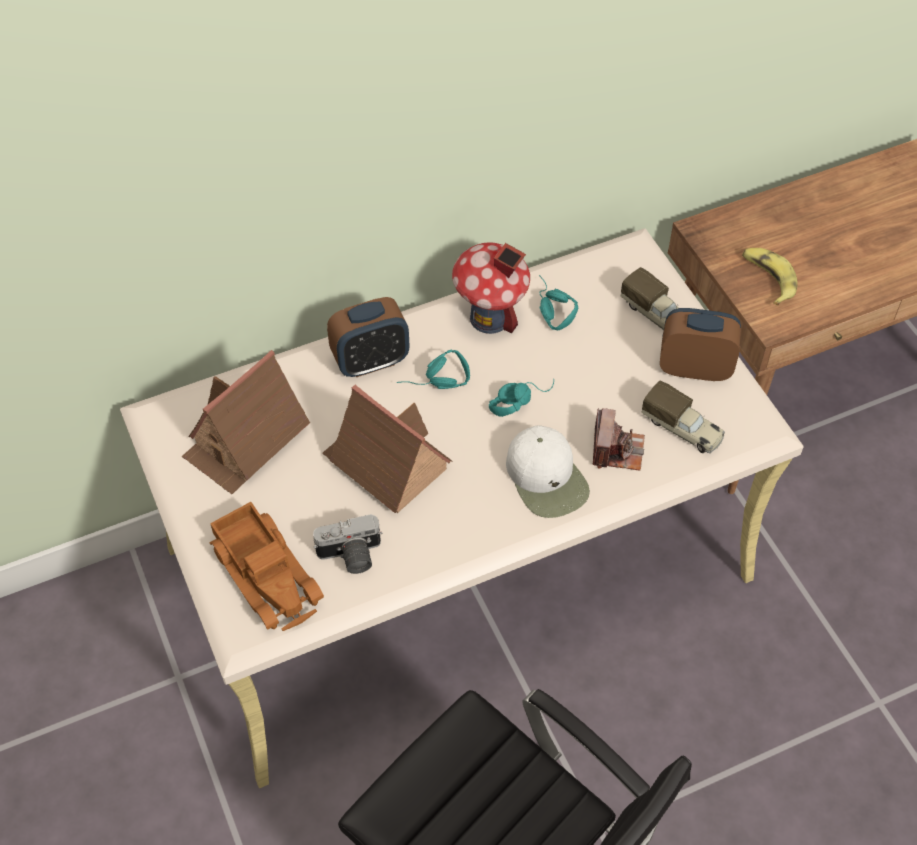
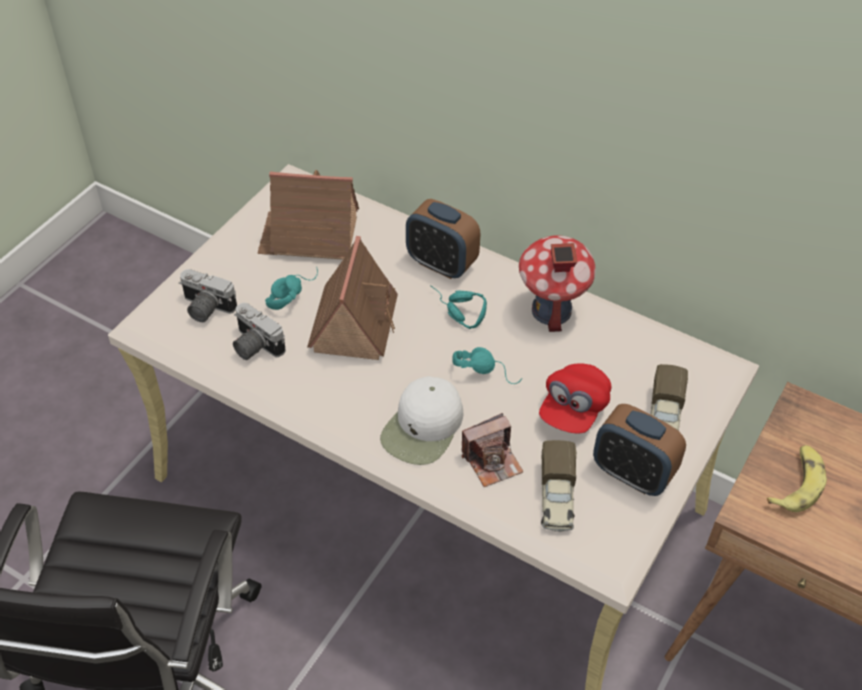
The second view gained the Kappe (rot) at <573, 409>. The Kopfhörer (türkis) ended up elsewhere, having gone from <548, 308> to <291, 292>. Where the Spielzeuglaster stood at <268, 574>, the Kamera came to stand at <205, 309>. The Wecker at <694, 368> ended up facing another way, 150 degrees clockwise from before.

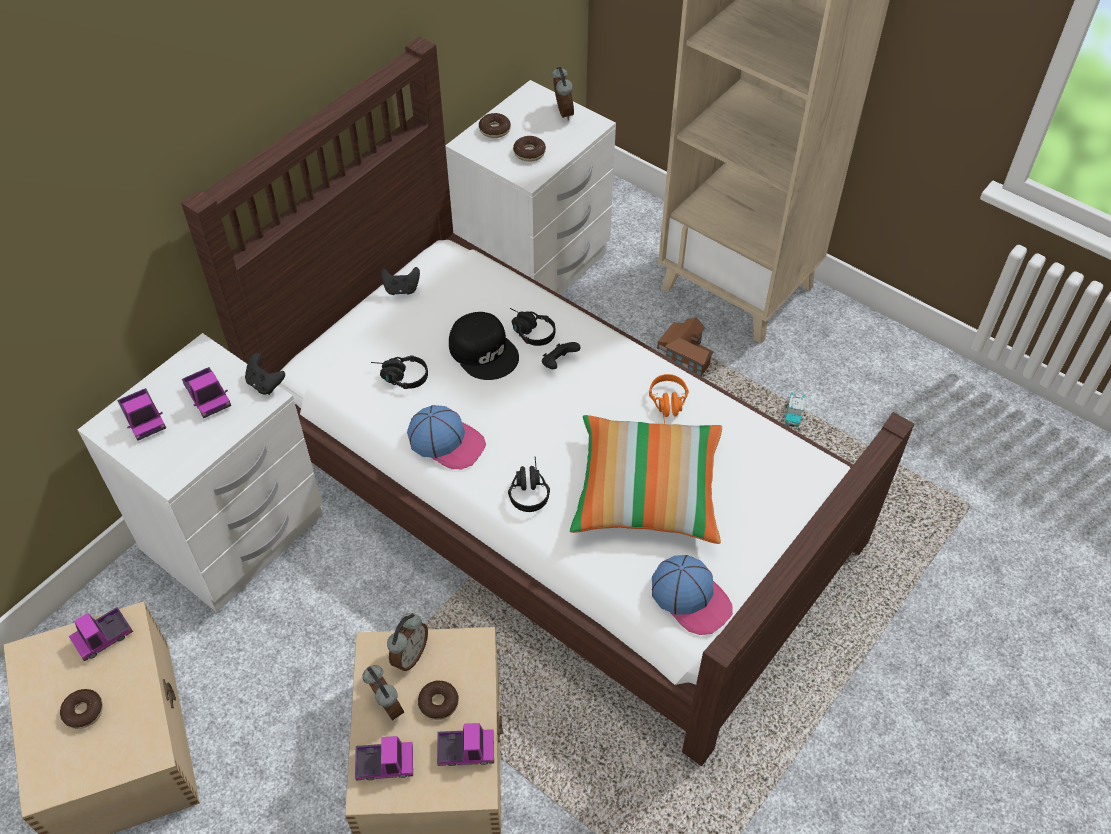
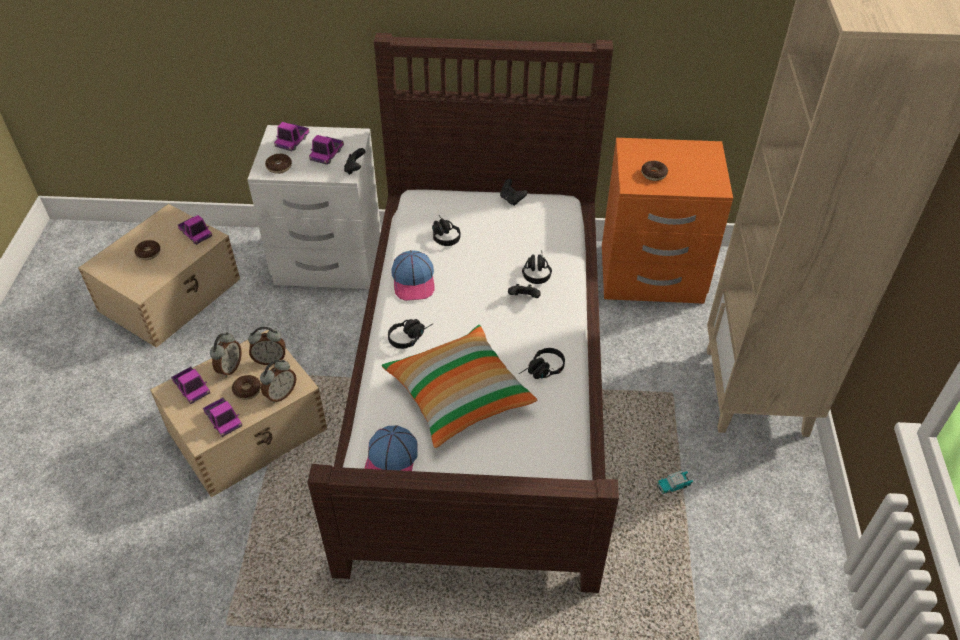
The second view lost the Kappe (schwarz) at <484, 351>. The second view lost the Spielzeughaus at <685, 353>. The Donut ended up elsewhere, having gone from <494, 130> to <279, 167>. The Wecker ended up elsewhere, having gone from <562, 113> to <280, 394>. What was the Nachttisch (weiß) at <534, 267> turned into the Nachttisch (orange) at <651, 275>. What was the Kopfhörer (orange) at <669, 406> turned into the Kopfhörer (schwarz) at <541, 371>. The Spielzeuglaster at <103, 637> ended up facing another way, 150 degrees counterclockwise from before.

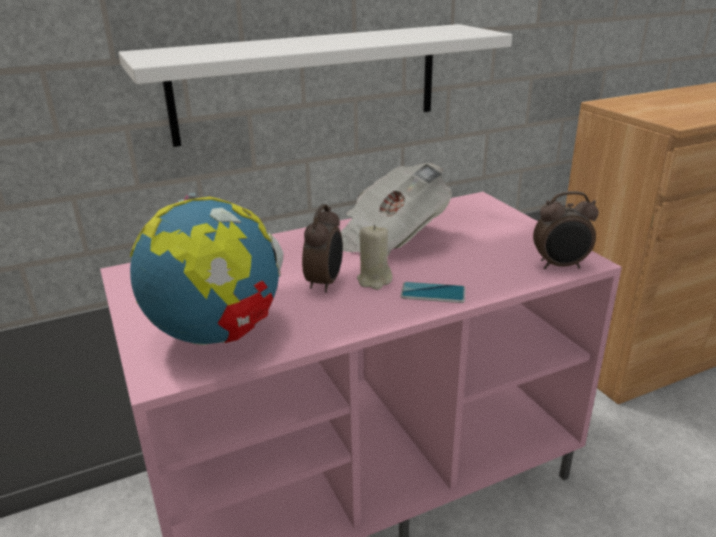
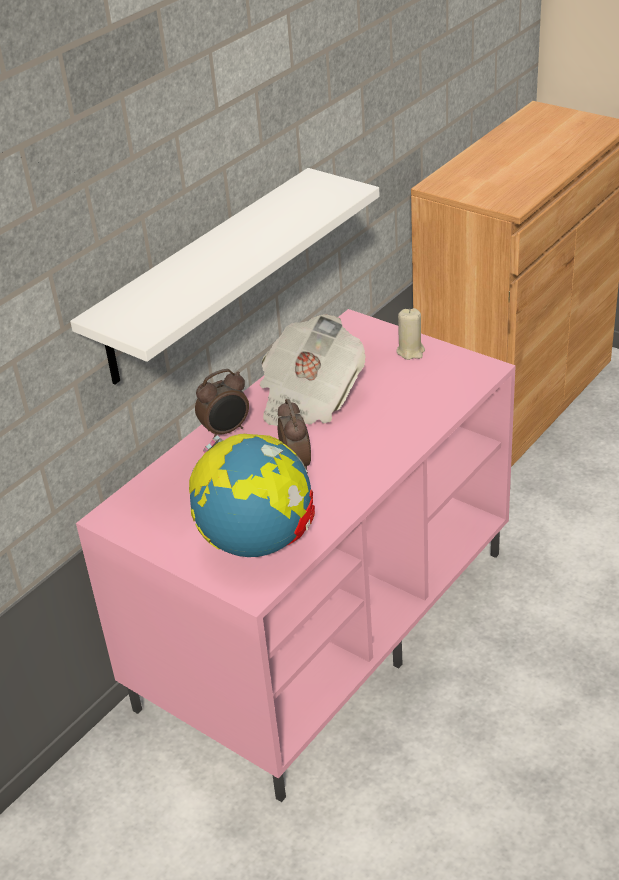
The second view lost the Handy at <433, 293>. The Kerze (beige) ended up elsewhere, having gone from <374, 280> to <410, 351>. The Wecker ended up elsewhere, having gone from <560, 266> to <226, 431>.

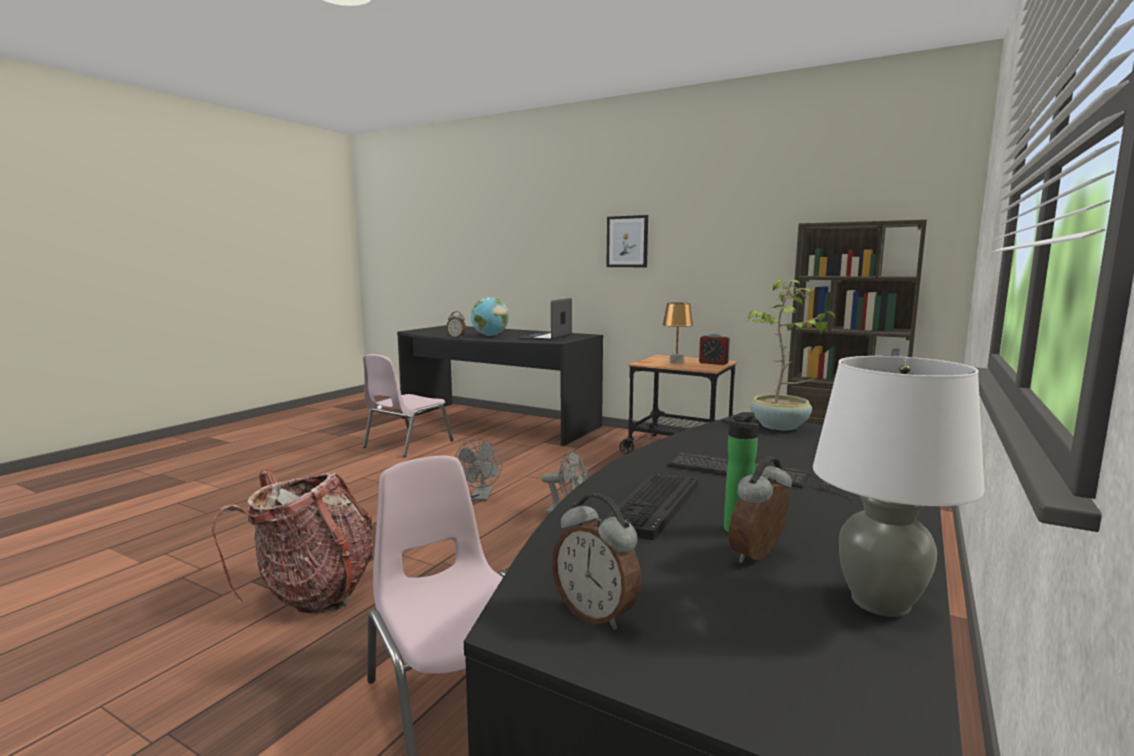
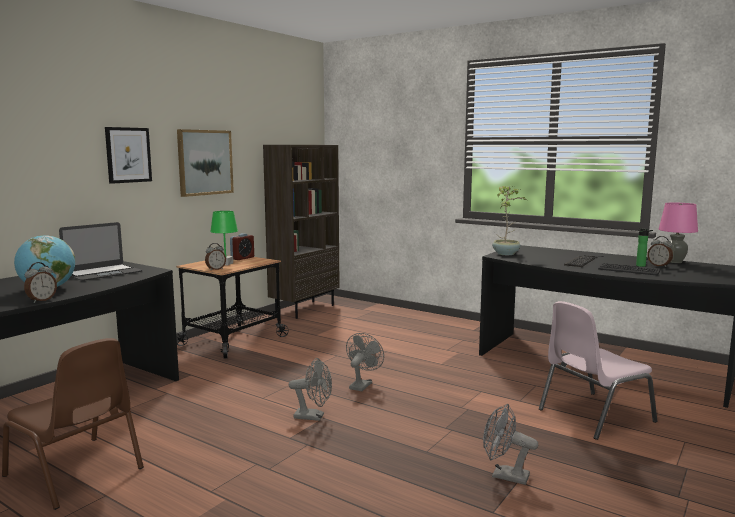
The second view gained the Bild at <204, 162>. The Wecker ended up elsewhere, having gone from <596, 614> to <215, 269>. Where the Rucksack stood at <313, 592>, the Ventilator (grau) came to stand at <504, 475>. What was the Stuhl (rosa) at <406, 444> turned into the Stuhl (braun) at <76, 472>. What was the Tischlampe (braun) at <676, 361> turned into the Tischlampe (grün) at <225, 264>. What was the Tischlampe (weiß) at <880, 603> turned into the Tischlampe (rosa) at <675, 262>. The Laptop at <545, 337> ended up facing another way, 75 degrees counterclockwise from before.

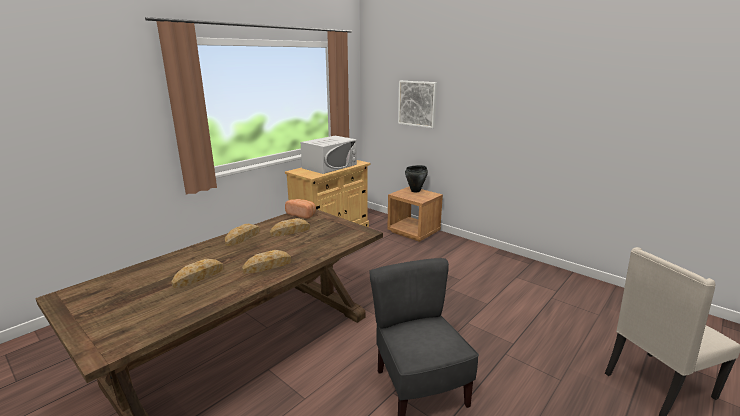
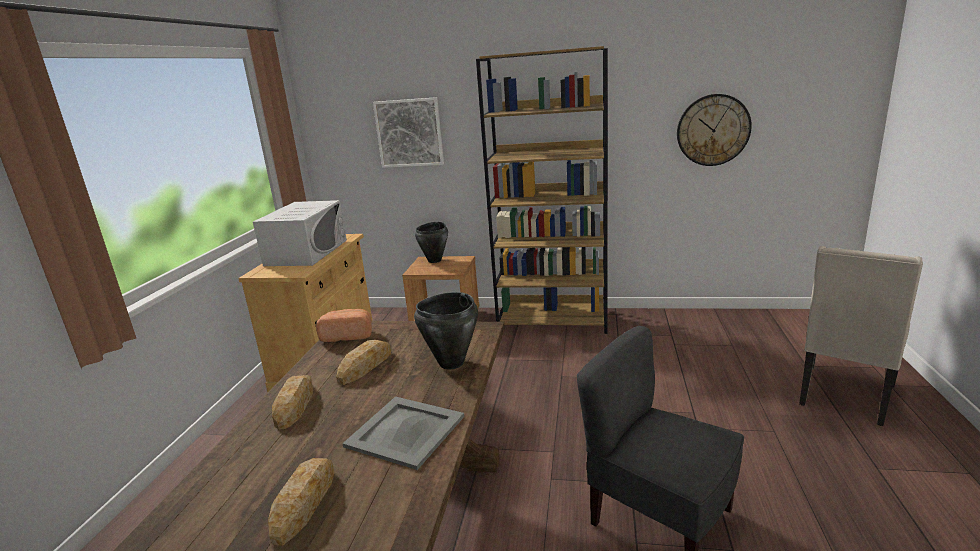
The second view gained the Kochtopf (schwarz) at <450, 363>. The second view gained the Bücherregal (braun) at <553, 320>. The second view gained the Wanduhr at <713, 130>. Where the Brot stood at <267, 266>, the Tablett (grau) came to stand at <405, 432>.

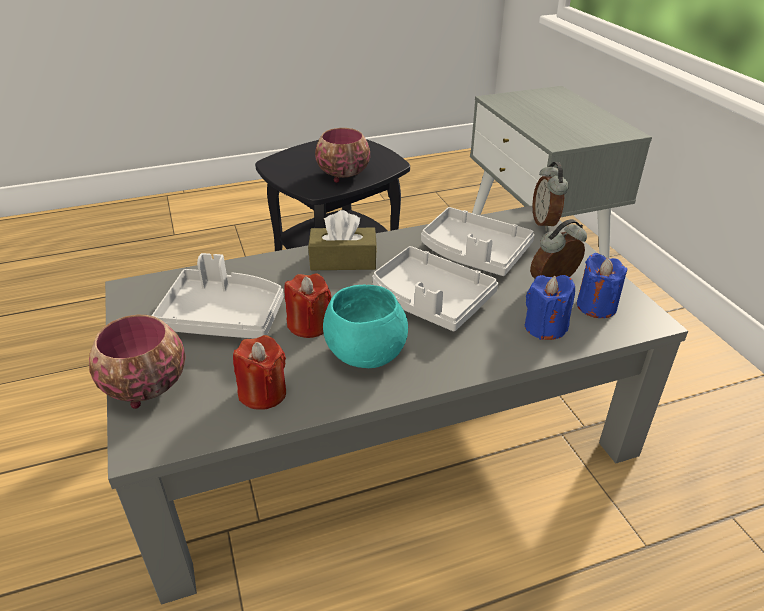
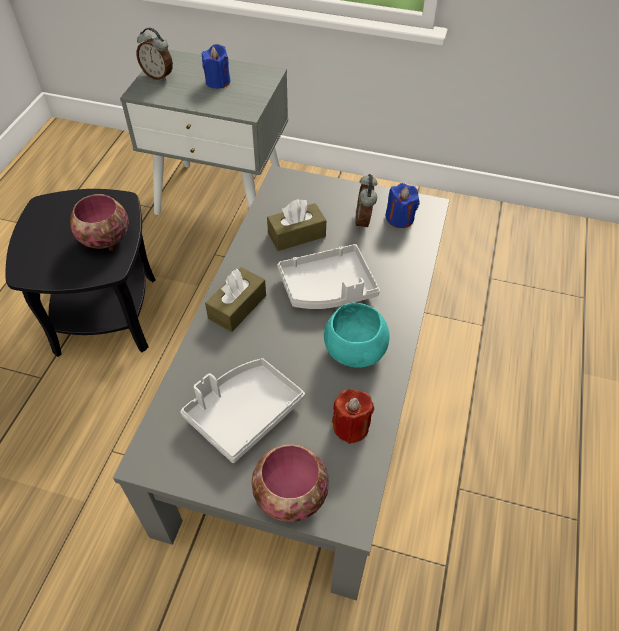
The second view lost the Kerze (rot) at <309, 325>. The Kerze (blau) ended up elsewhere, having gone from <545, 327> to <218, 82>. The Wecker ended up elsewhere, having gone from <545, 223> to <158, 76>. Where the Tablett (grau) stood at <474, 253>, the Taschentuchbox (braun) came to stand at <296, 235>.

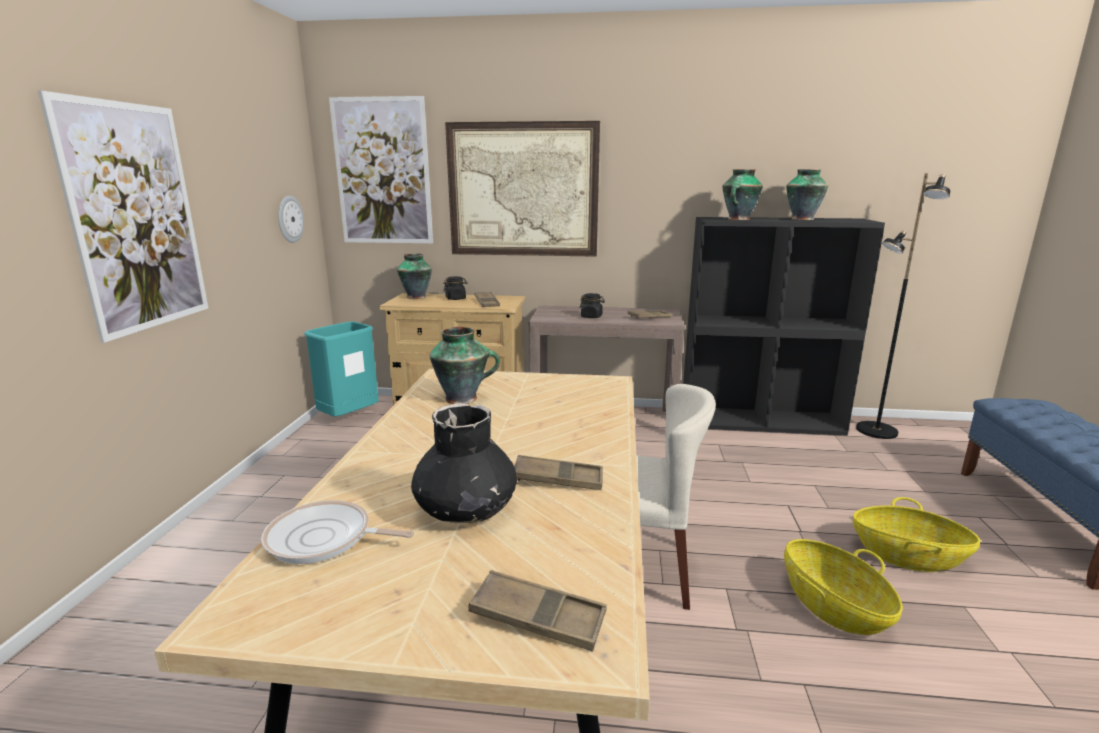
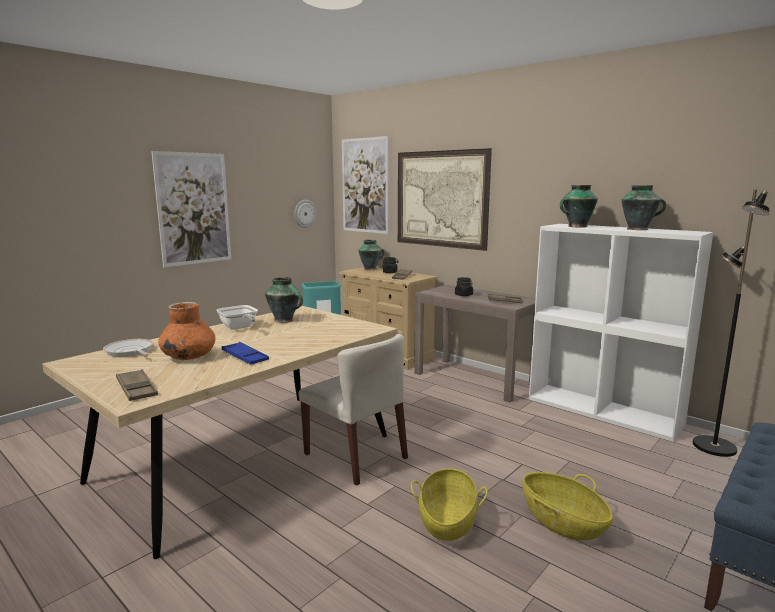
The second view gained the Pfanne at <239, 328>. What was the Vase (schwarz) at <465, 509> turned into the Vase (orange) at <188, 356>. What was the Tablett (braun) at <558, 479> turned into the Tablett (blau) at <245, 357>. What was the Bücherregal (schwarz) at <760, 421> turned into the Bücherregal (weiß) at <604, 411>.

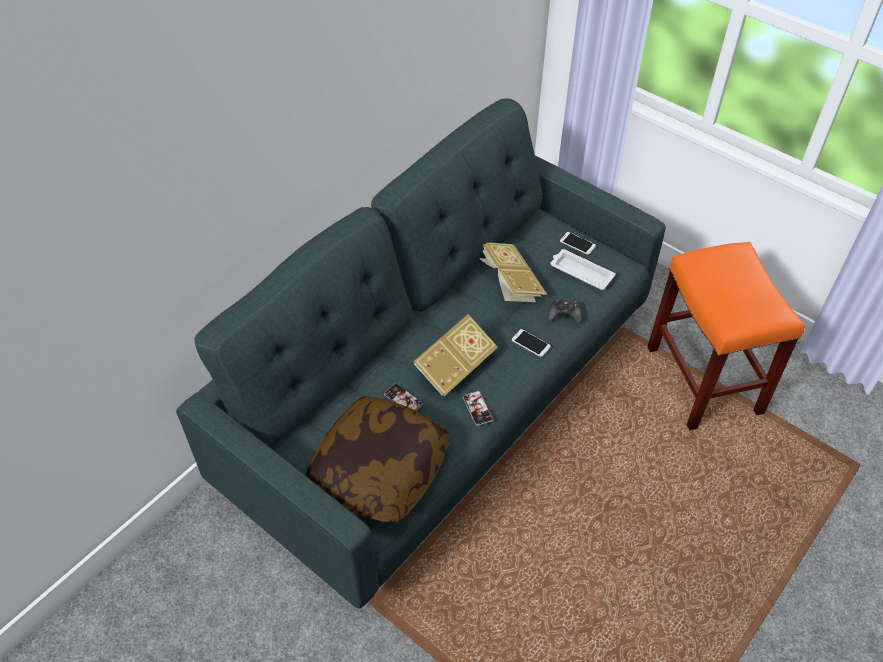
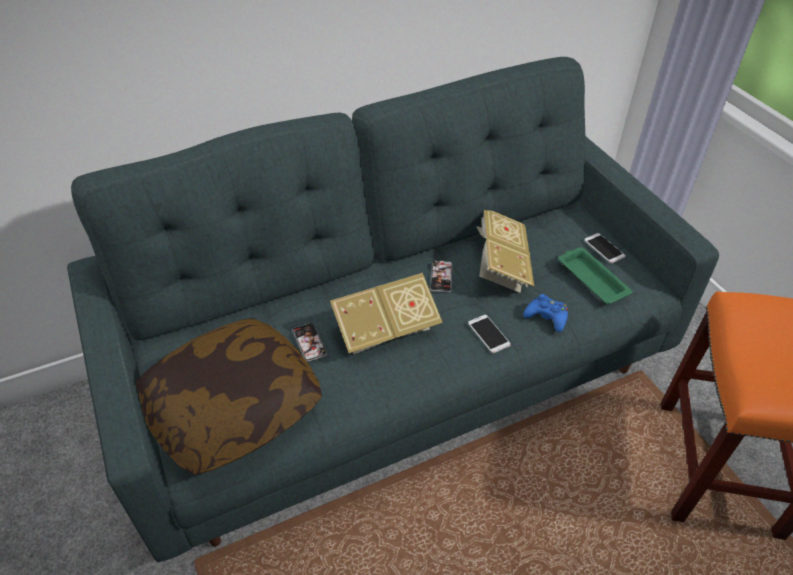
The Handy ended up elsewhere, having gone from <477, 408> to <441, 277>. What was the Gamepad (schwarz) at <564, 315> turned into the Gamepad (blau) at <546, 317>. What was the Tablett (weiß) at <580, 272> turned into the Tablett (grün) at <591, 278>.

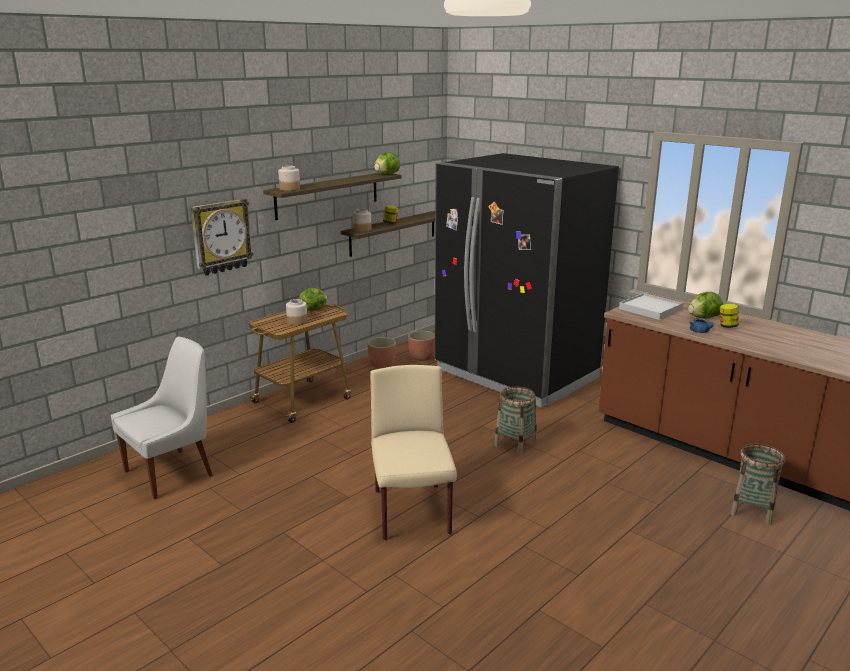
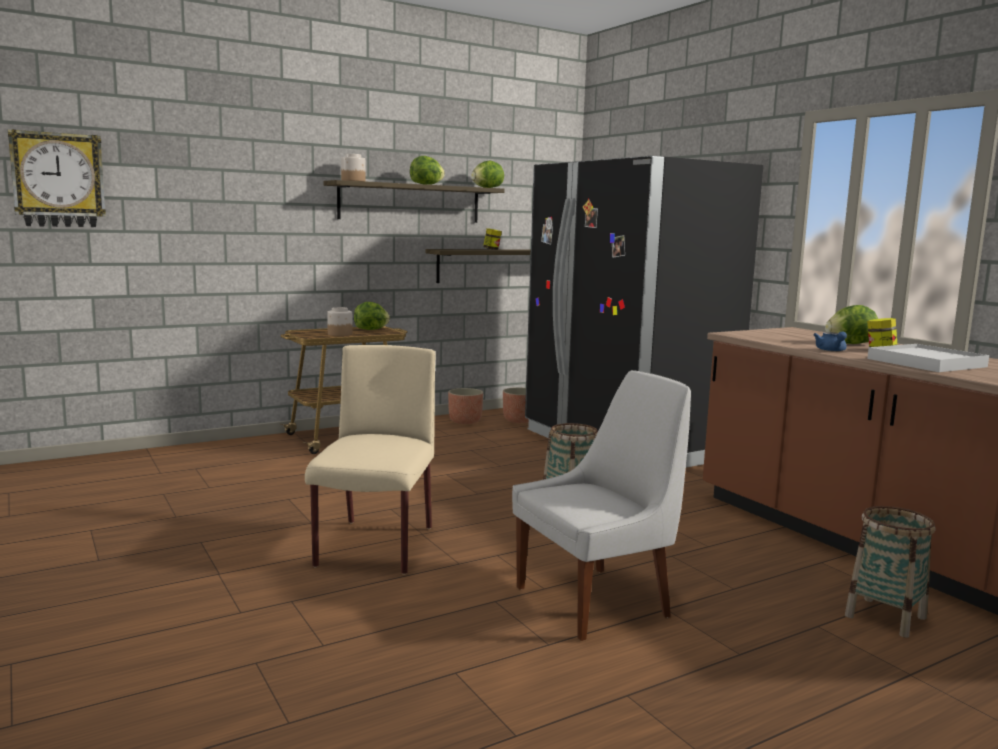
The second view lost the Vorratsglas at <362, 229>. The second view gained the Salatkopf at <426, 184>. The Stuhl (weiß) ended up elsewhere, having gone from <172, 472> to <597, 601>. The Wanduhr ended up elsewhere, having gone from <221, 236> to <58, 180>. The Tablett (weiß) ended up elsewhere, having gone from <651, 309> to <926, 363>.

